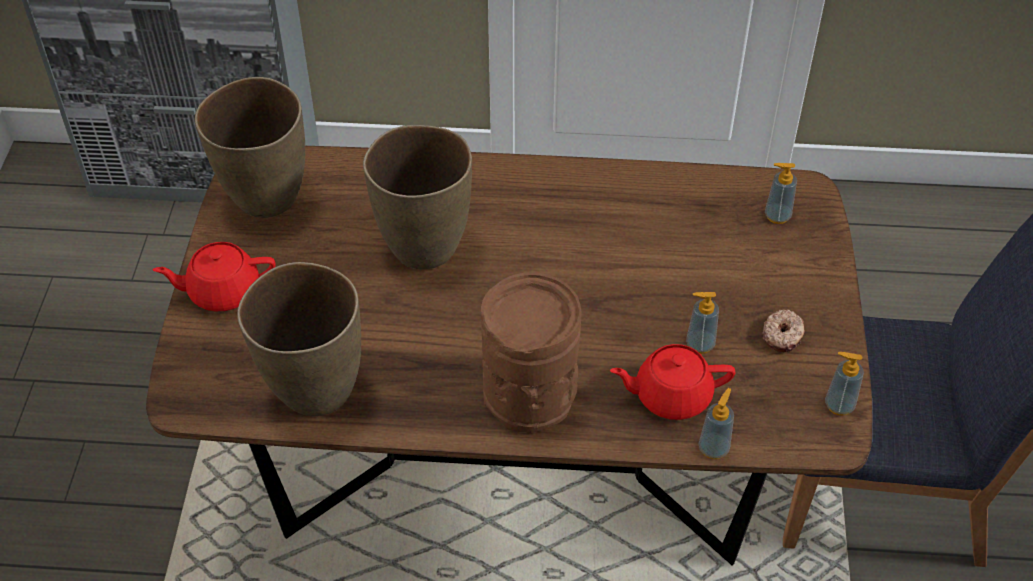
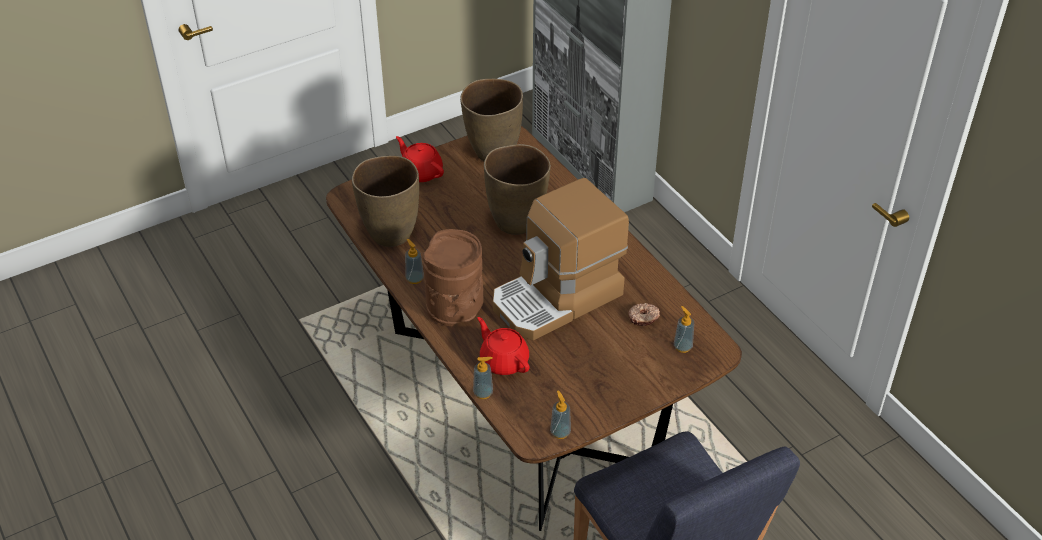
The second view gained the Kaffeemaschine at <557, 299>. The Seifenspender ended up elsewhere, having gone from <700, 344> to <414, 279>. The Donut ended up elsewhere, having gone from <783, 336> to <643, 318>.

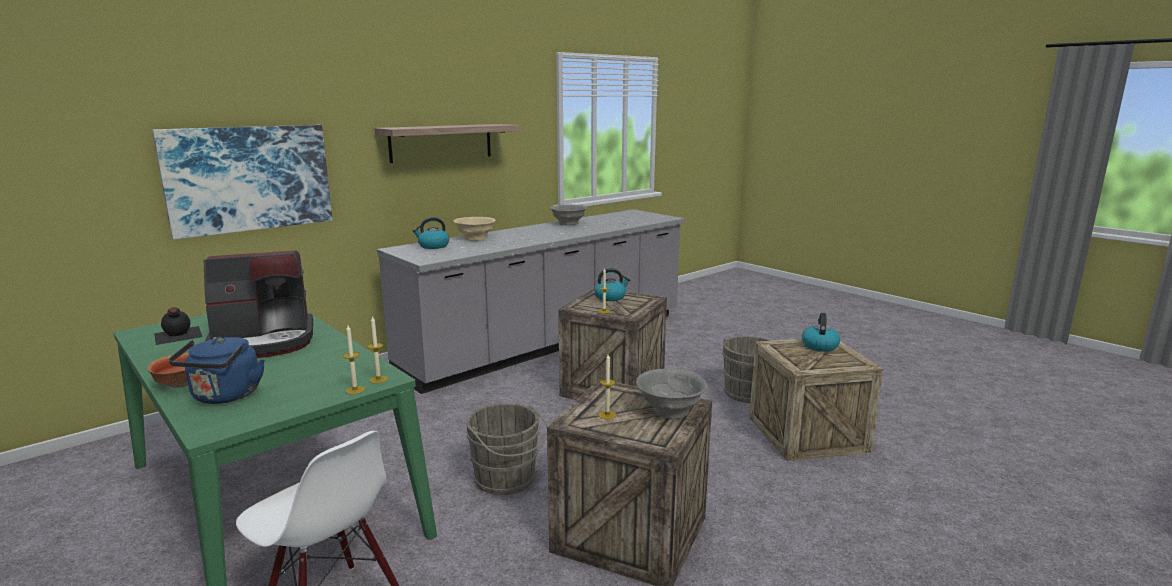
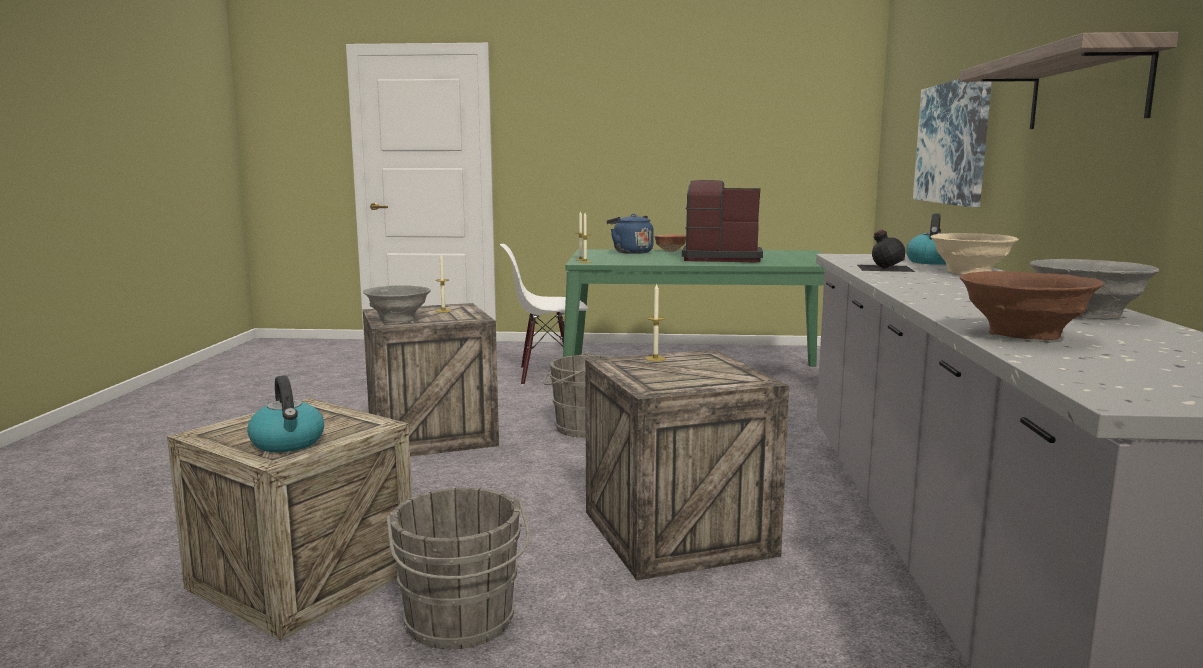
The second view lost the Wasserkessel at <610, 297>. The second view gained the Schüssel (braun) at <1023, 335>. The Flasche (schwarz) ended up elsewhere, having gone from <177, 335> to <883, 268>. The Kaffeemaschine at <264, 342> ended up facing another way, 75 degrees clockwise from before.

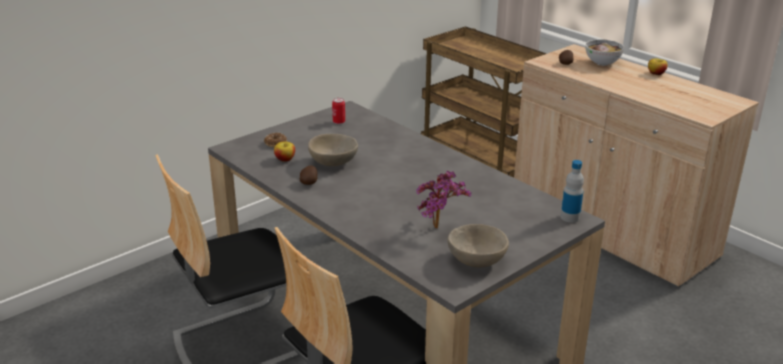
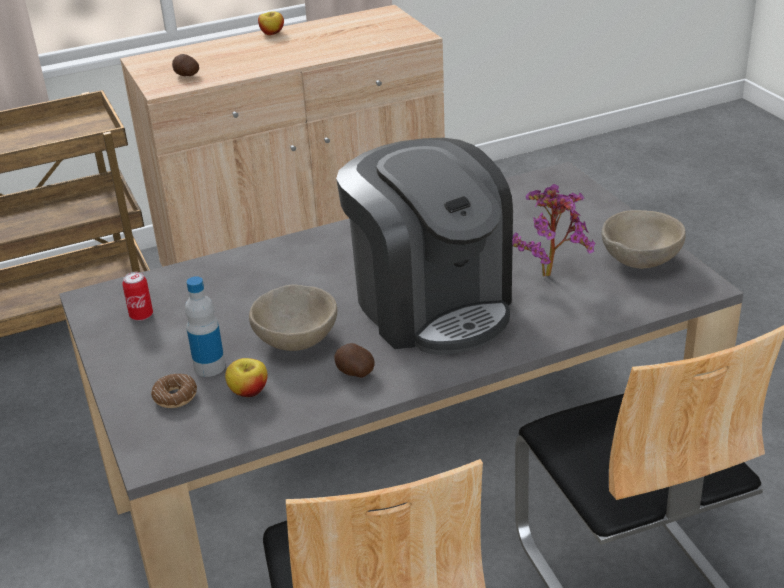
The second view lost the Schüssel at <602, 63>. The second view gained the Kaffeemaschine at <431, 305>. The Flasche ended up elsewhere, having gone from <570, 217> to <209, 367>.

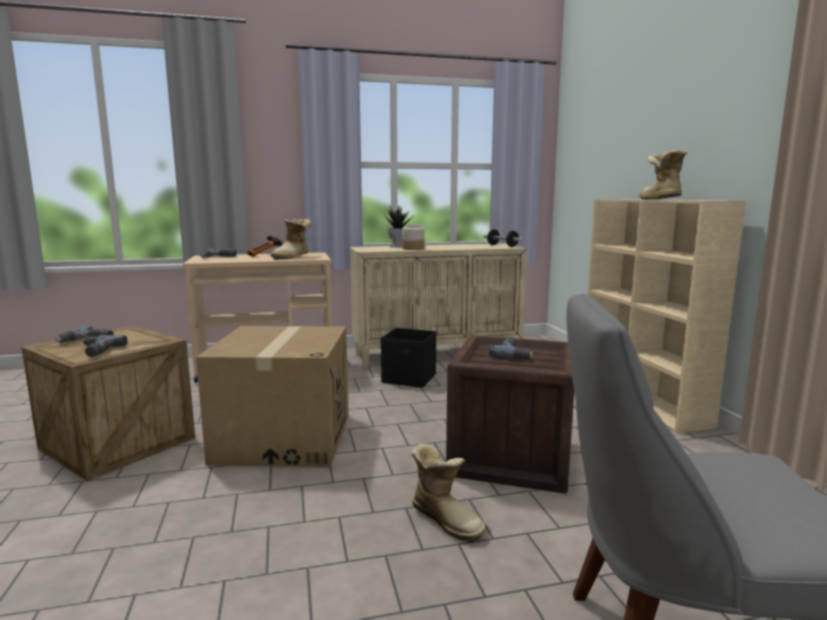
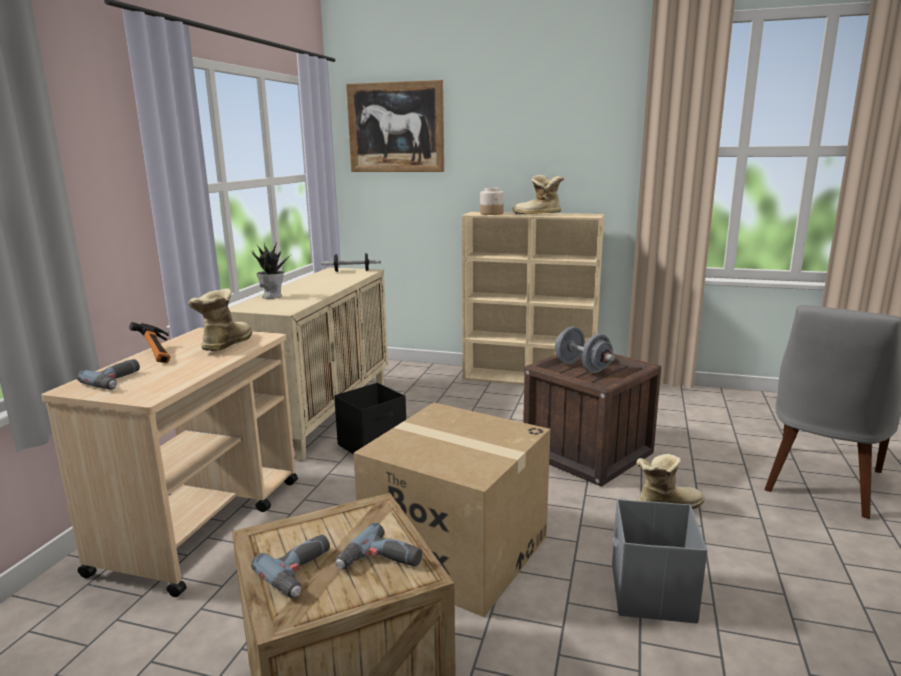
The second view gained the Bild at <395, 127>. The second view gained the Aufbewahrungsbox (grau) at <651, 594>. The Vorratsglas ended up elsewhere, having gone from <413, 249> to <492, 213>. Where the Bohrmaschine stood at <514, 353>, the Hantel (grau) came to stand at <582, 367>. The Stiefel at <293, 257> ended up facing another way, 135 degrees counterclockwise from before.

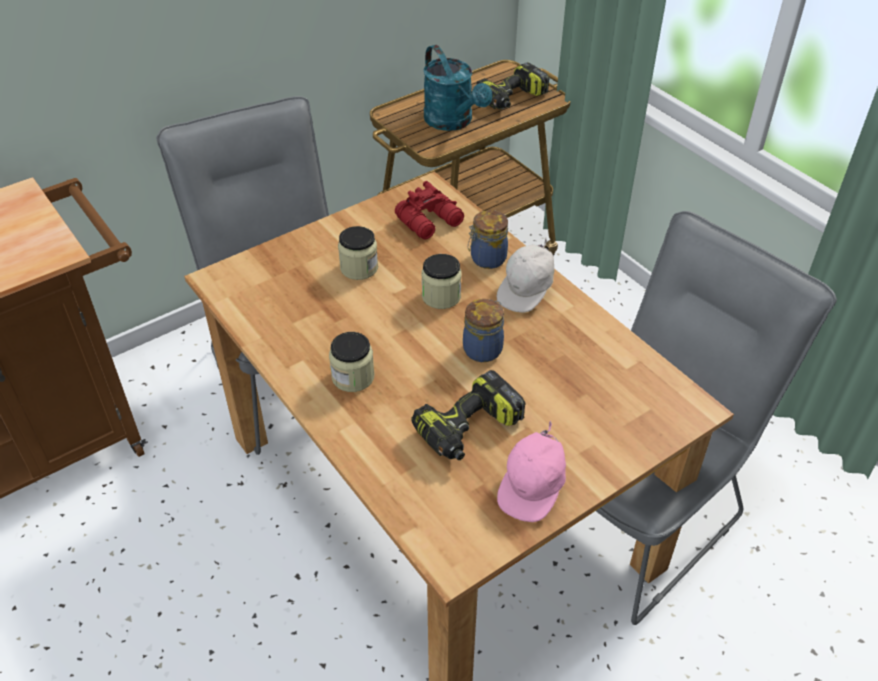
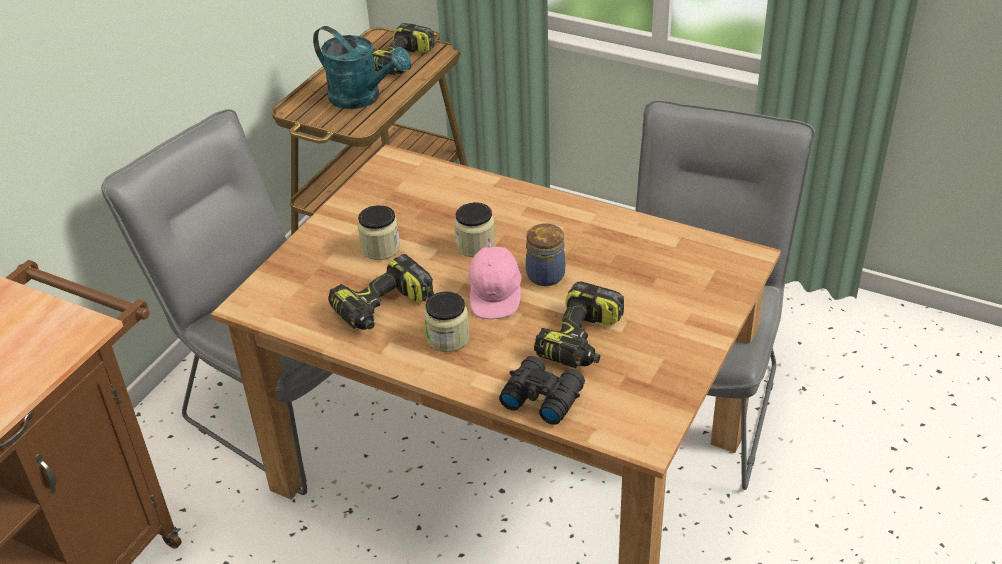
The second view lost the Fernglas (rot) at <431, 221>. The second view lost the Vorratsglas at <486, 259>. The second view lost the Kappe (weiß) at <527, 291>. The second view gained the Bohrmaschine at <383, 308>. The second view gained the Fernglas (schwarz) at <541, 396>. The Kappe (rosa) ended up elsewhere, having gone from <533, 488> to <496, 295>.

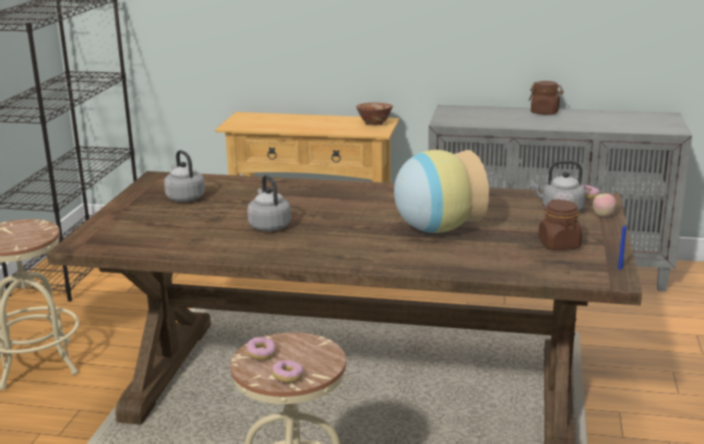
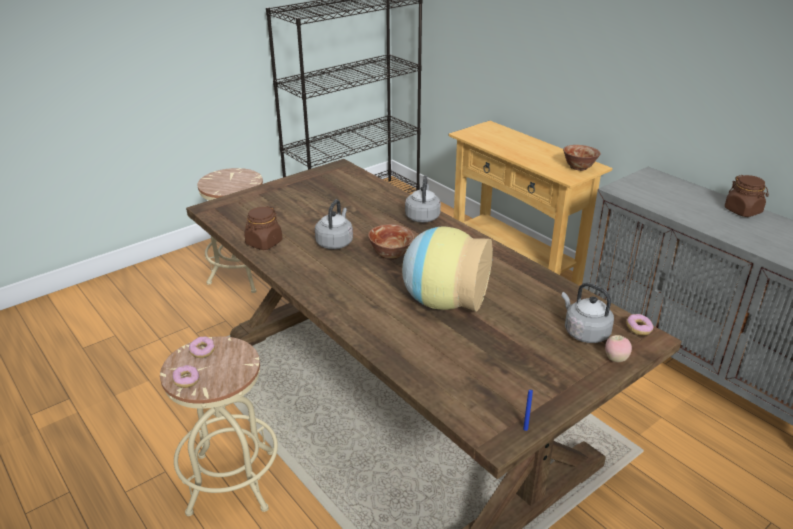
The second view gained the Schüssel at <391, 255>. The Wasserkessel (grau) ended up elsewhere, having gone from <184, 197> to <422, 216>. The Vorratsglas (braun) ended up elsewhere, having gone from <559, 244> to <264, 243>.

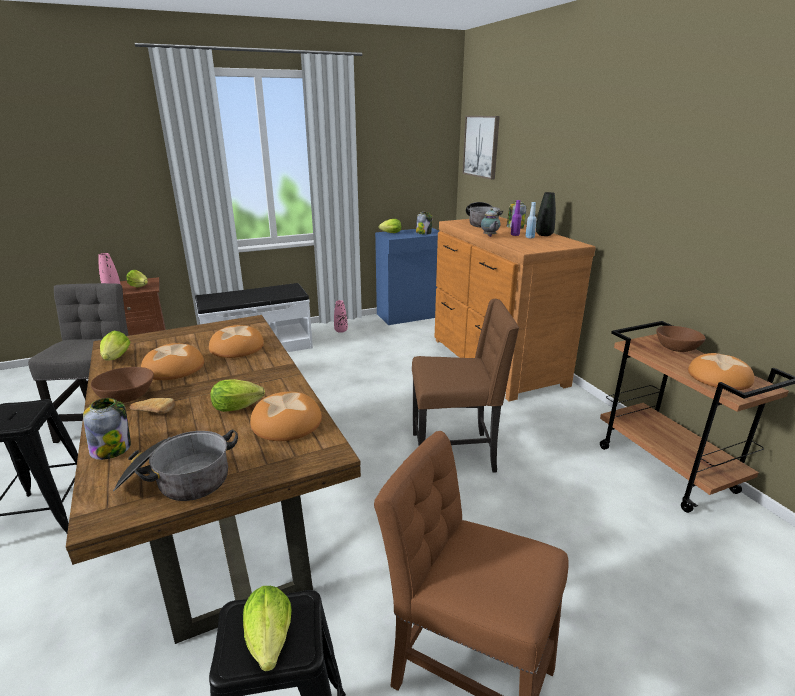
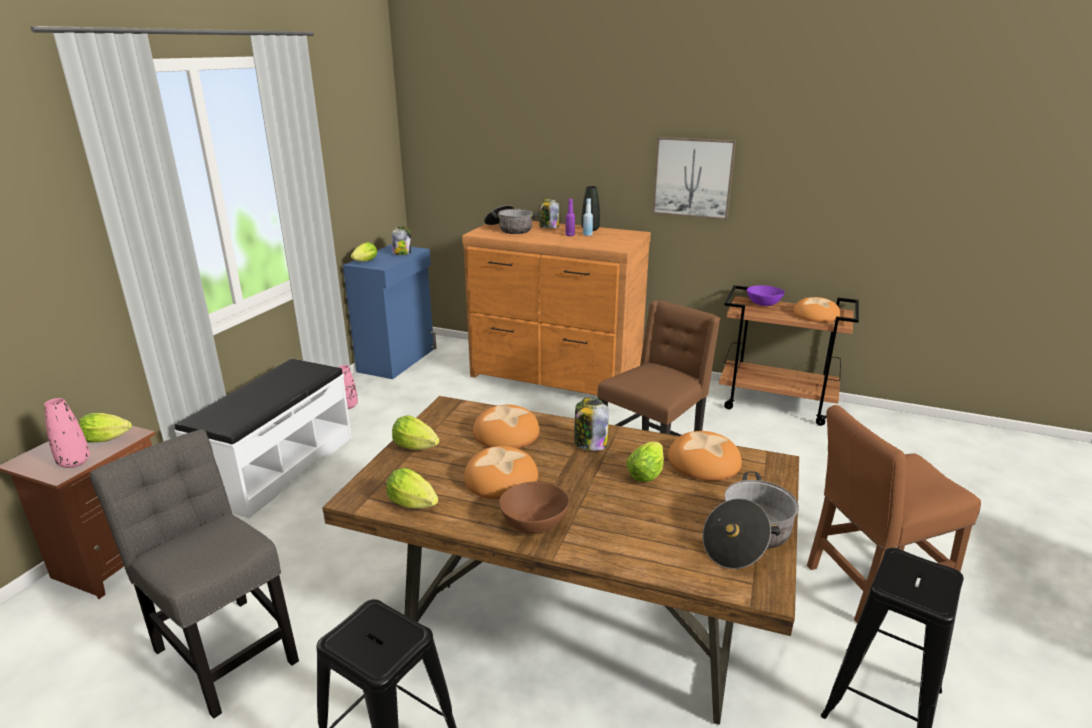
The second view lost the Brot at <153, 412>. The second view lost the Teekanne at <489, 236>. The Vorratsglas ended up elsewhere, having gone from <112, 449> to <590, 444>. The Salatkopf ended up elsewhere, having gone from <270, 645> to <418, 448>. The Bild ended up elsewhere, having gone from <481, 146> to <693, 178>. What was the Schüssel (braun) at <676, 348> turned into the Schüssel (lila) at <763, 303>.

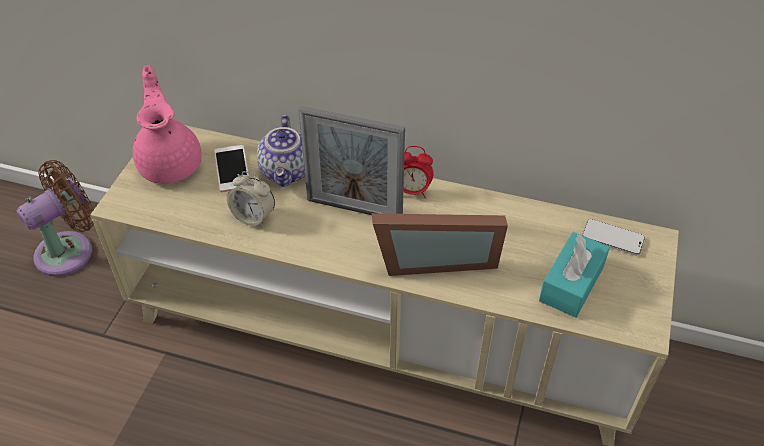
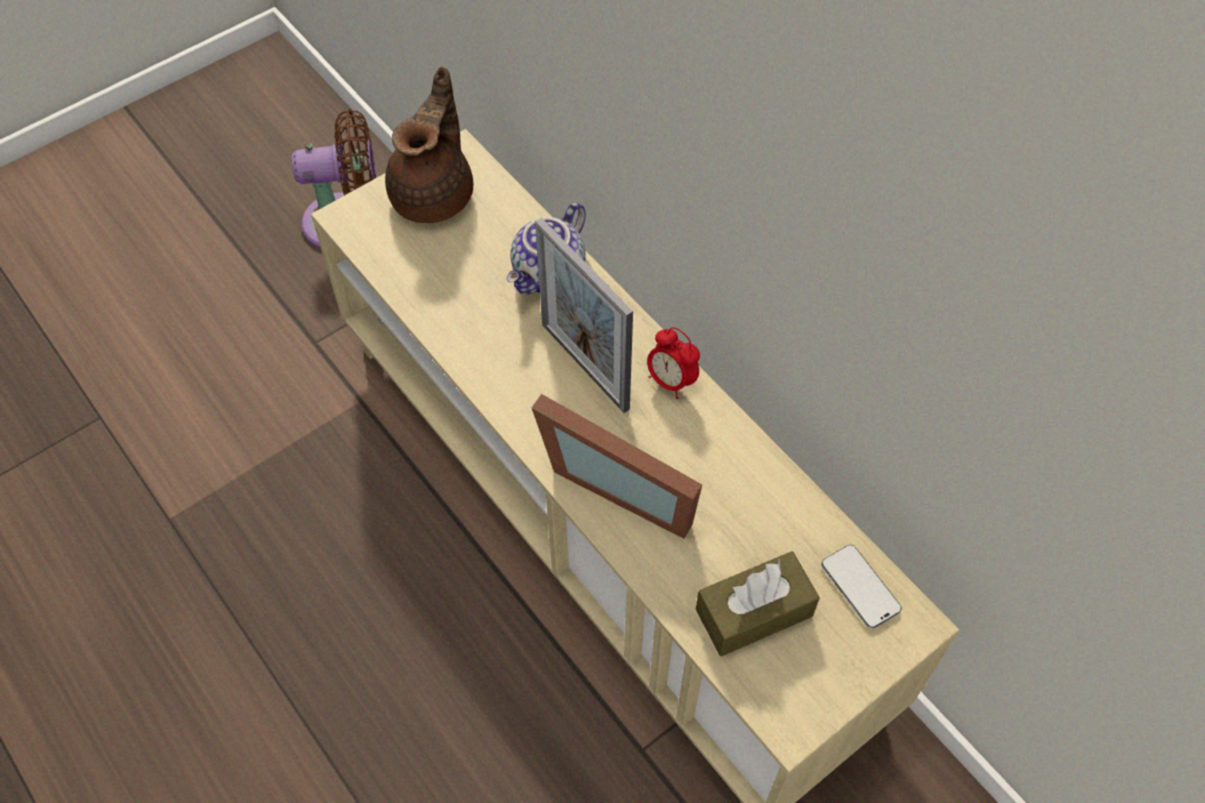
The second view lost the Handy at <232, 169>. The second view lost the Wecker at <253, 217>. What was the Teekanne (rosa) at <171, 163> turned into the Teekanne (braun) at <435, 194>. What was the Taschentuchbox (türkis) at <571, 284> turned into the Taschentuchbox (braun) at <754, 612>.

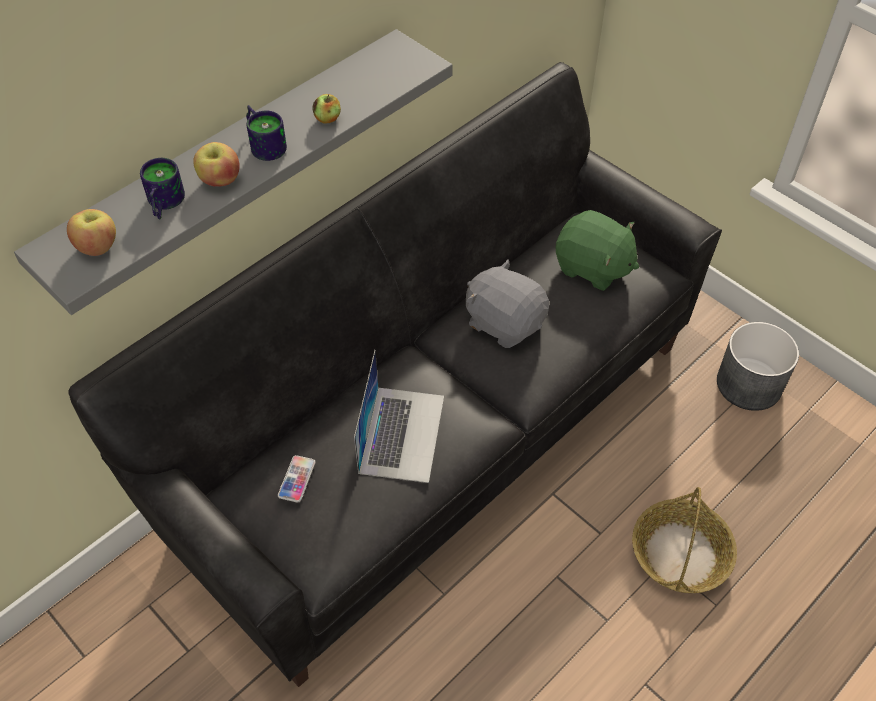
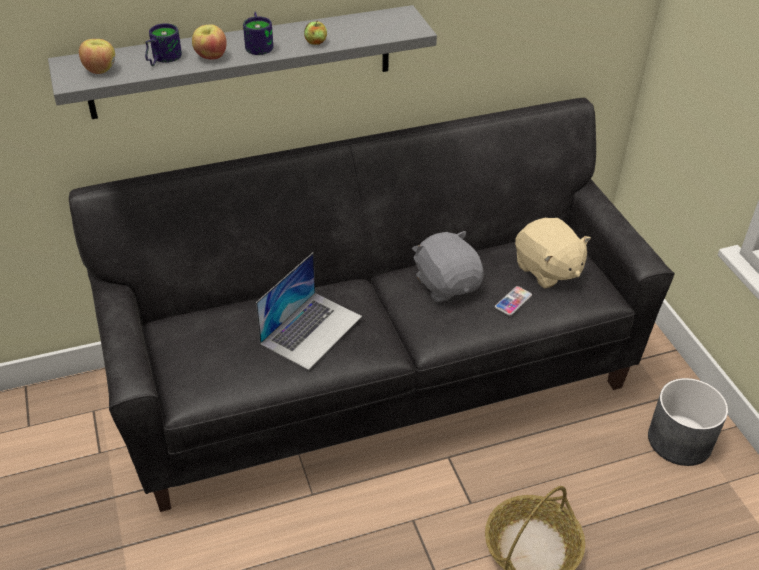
The Handy ended up elsewhere, having gone from <297, 479> to <513, 301>. What was the Plüschtier (grün) at <593, 267> turned into the Plüschtier (beige) at <547, 270>.

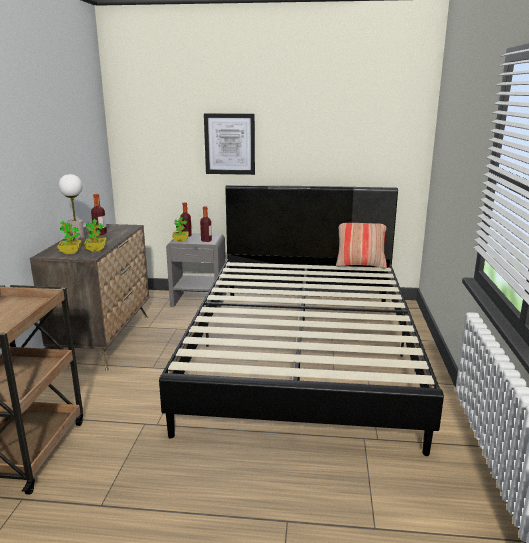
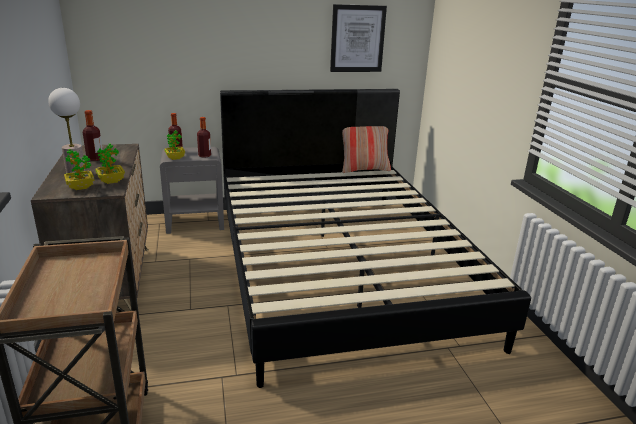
The Bild ended up elsewhere, having gone from <229, 144> to <357, 39>.

